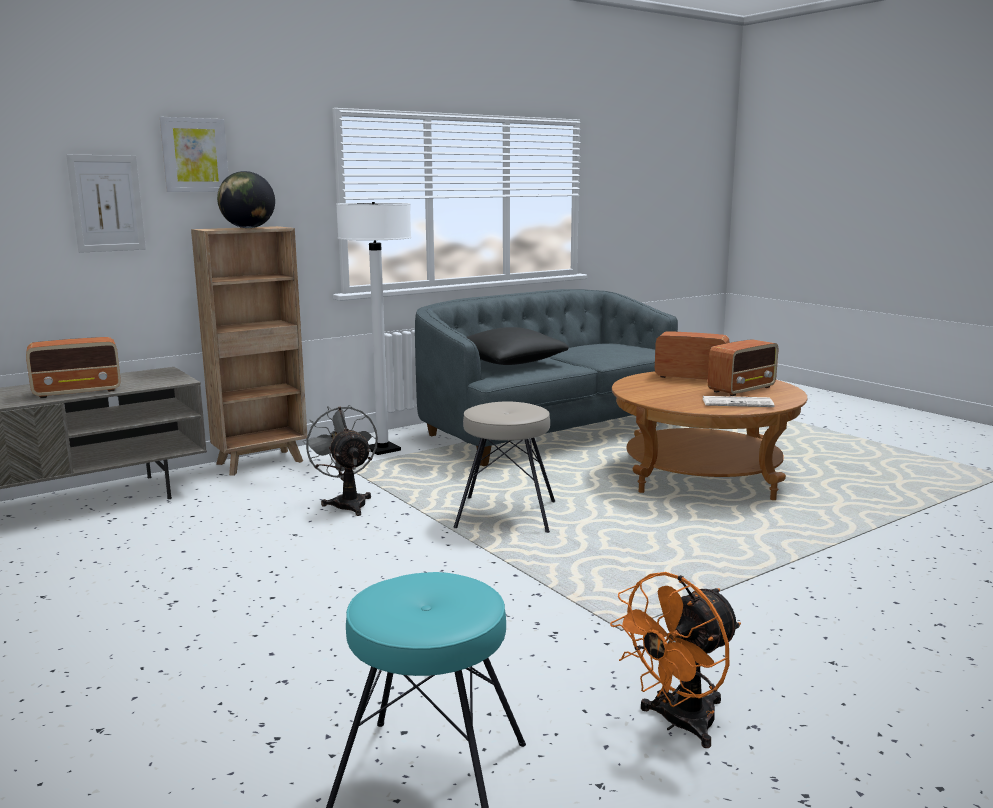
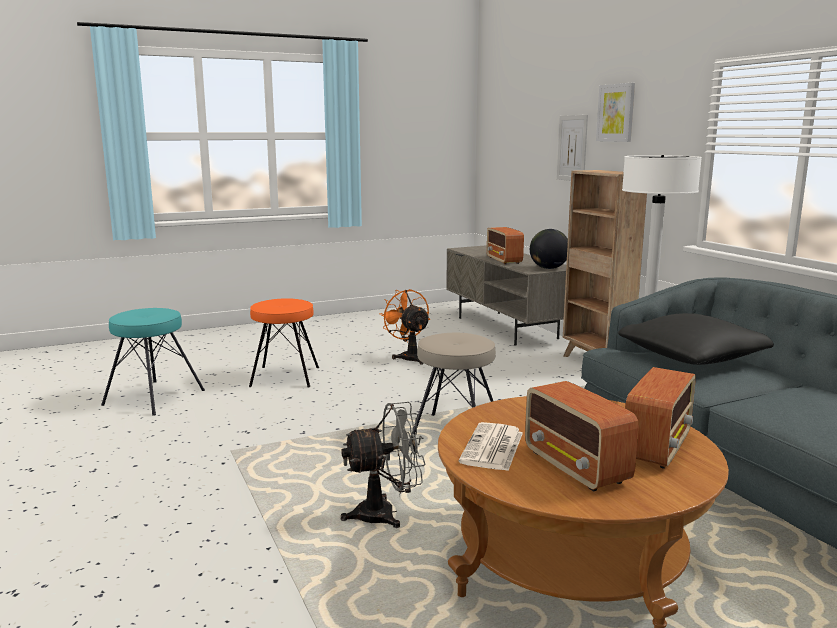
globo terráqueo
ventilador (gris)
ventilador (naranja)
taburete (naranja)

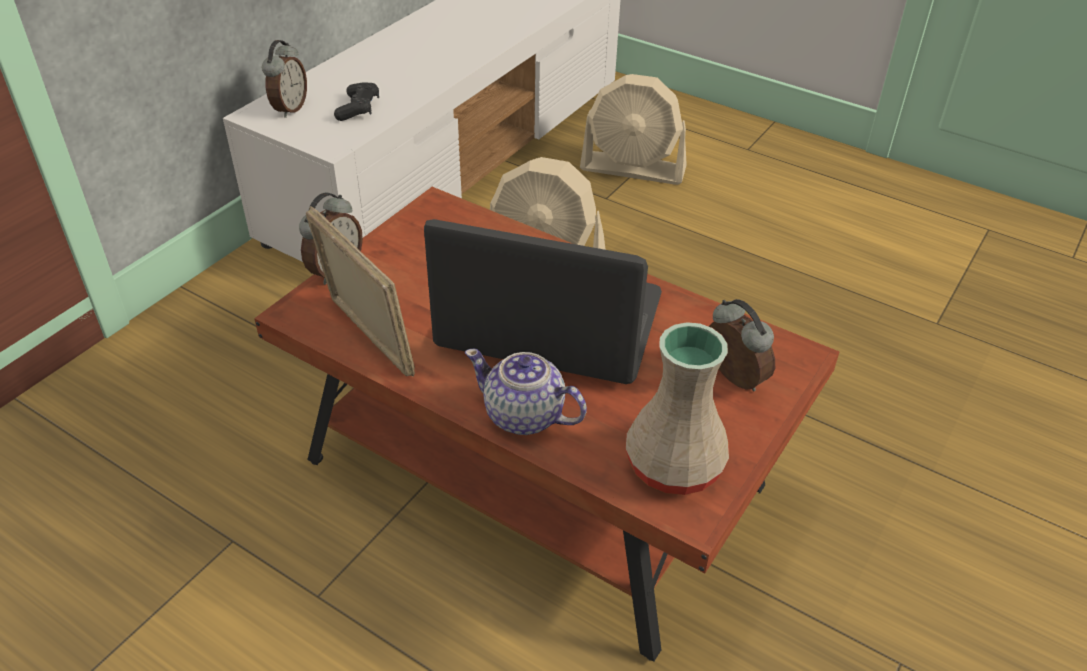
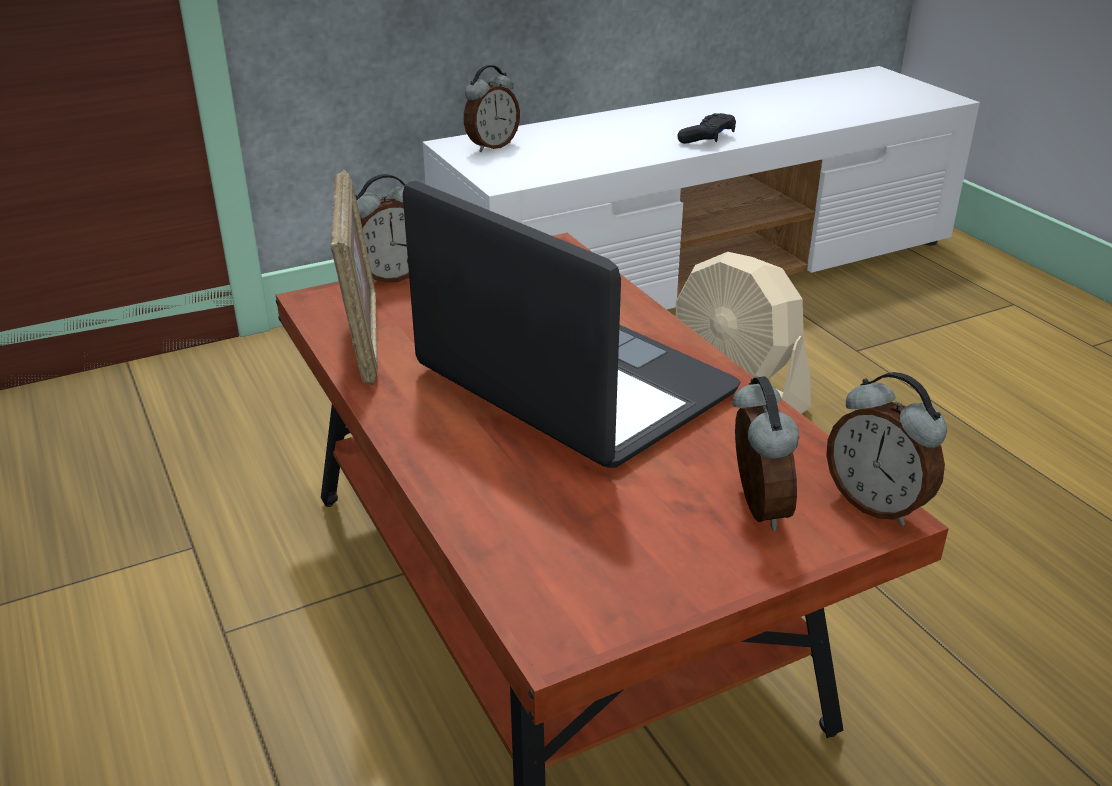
mando de consola (negro)
tetera
ventilador (beis) (no. 2 from left in the first image)
florero (beis)
despertador (no. 4 from left)

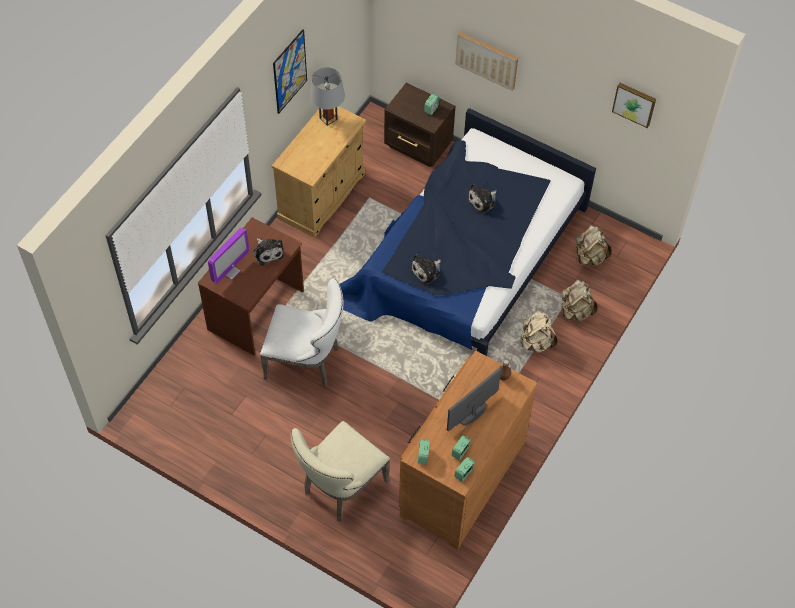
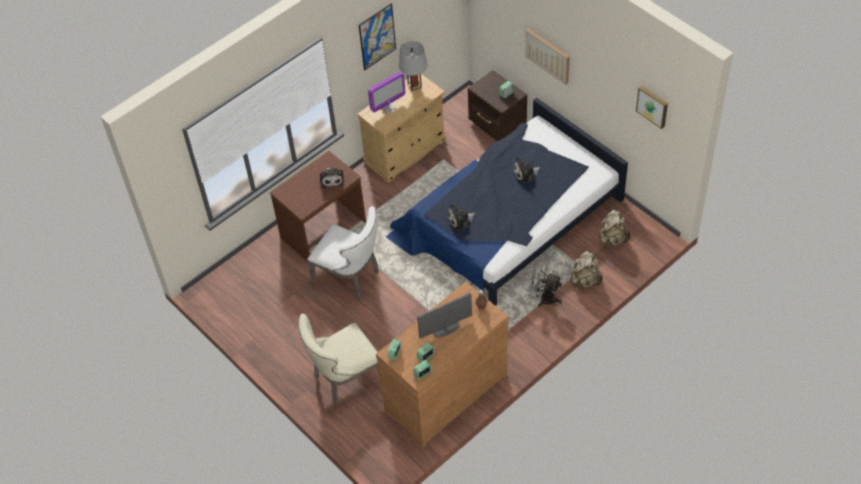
monitor (no. 1 from left)
ventilador (gris)

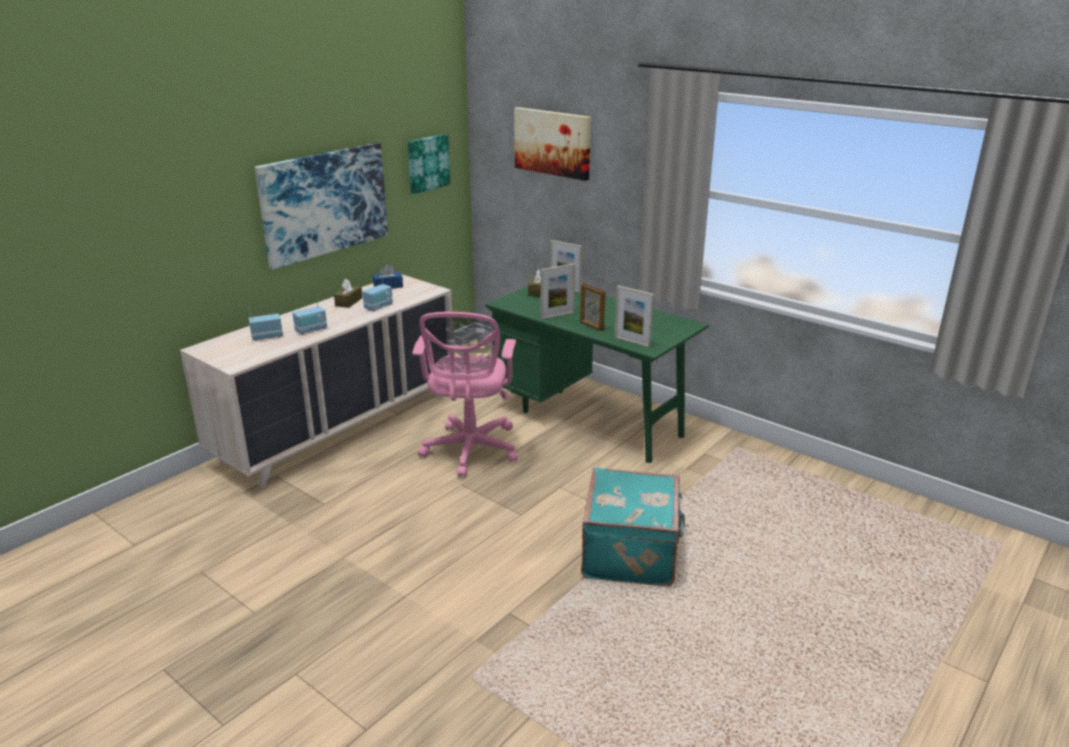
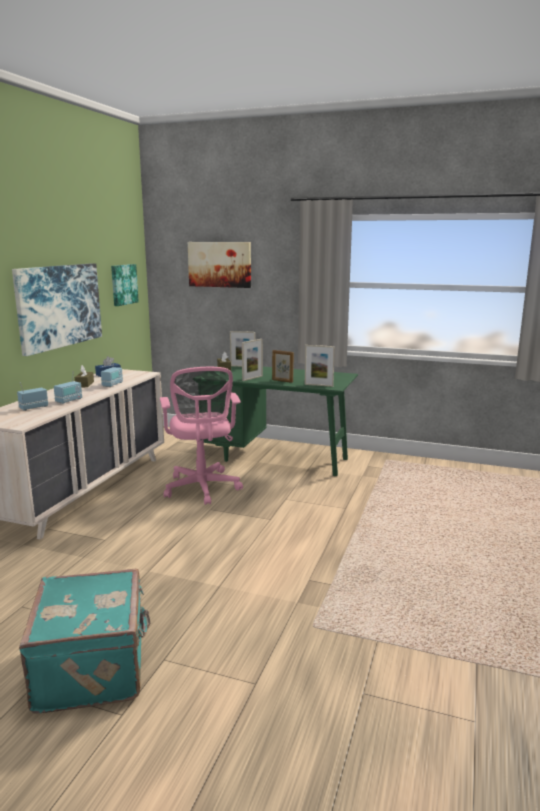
maleta (turquesa)

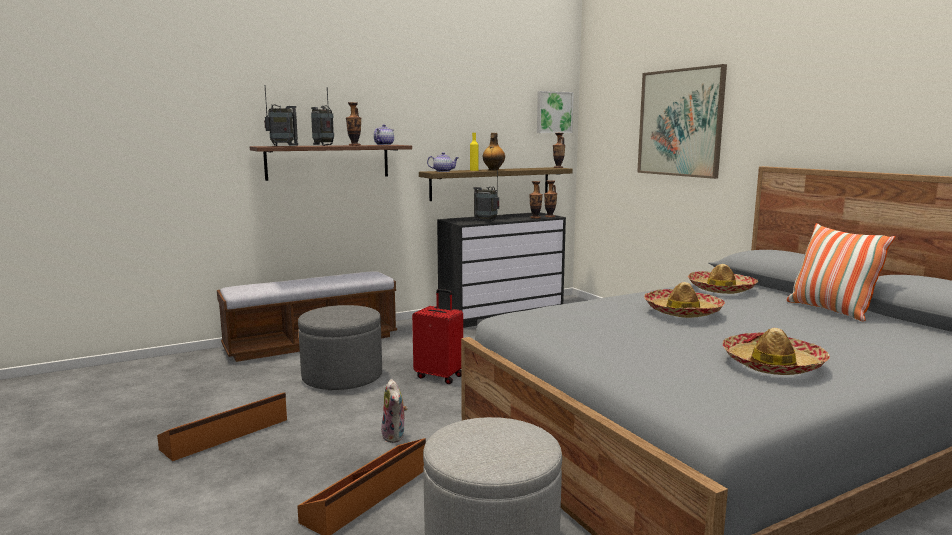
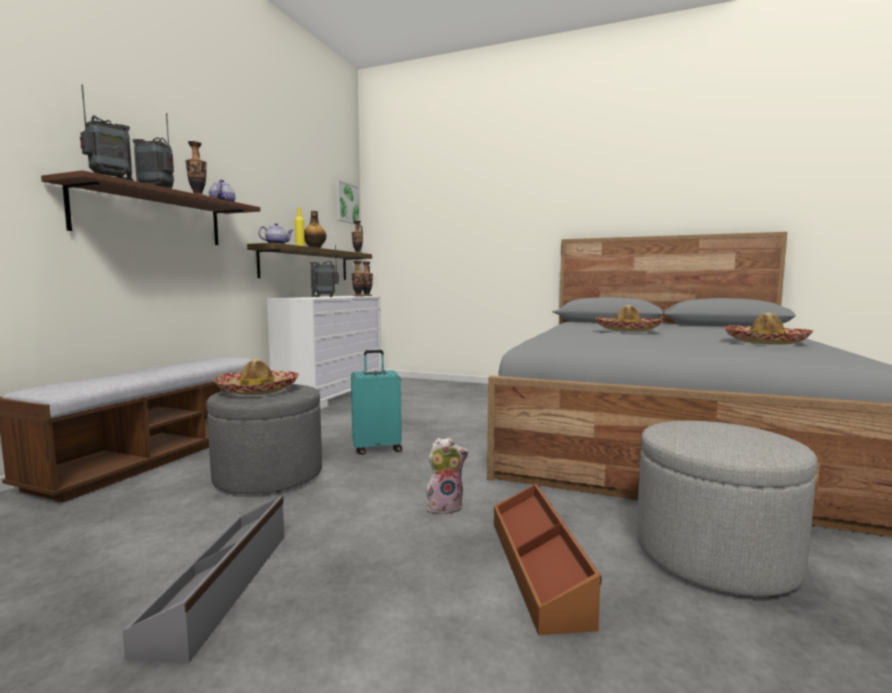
caja de almacenaje (gris)
peluche
maleta (turquesa)
cómoda (blanco)
cuadro (no. 2 from left in the first image)
sombrero (no. 1 from left)
cojín

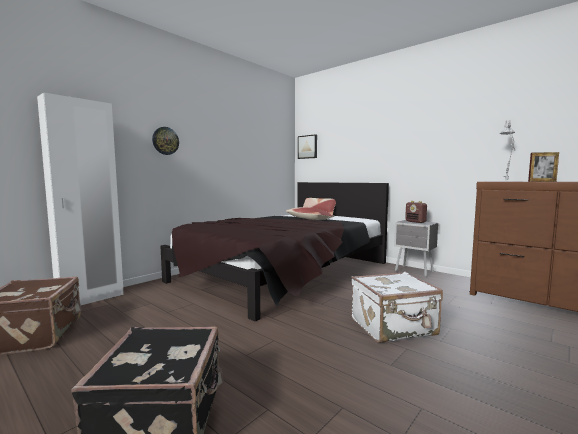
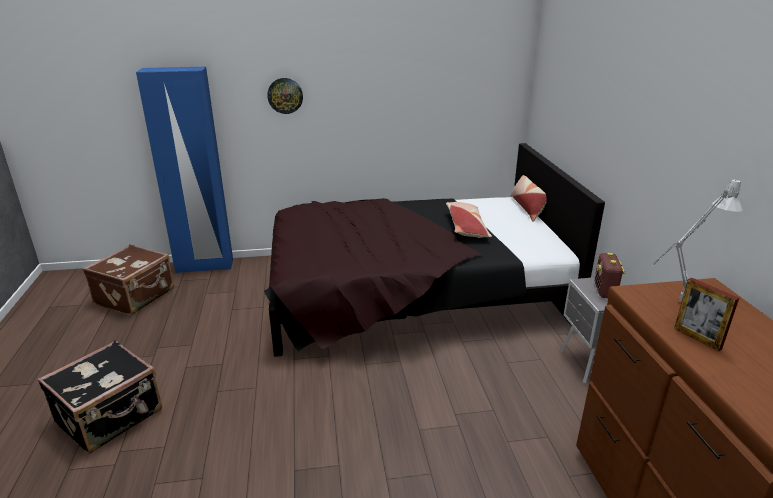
armario ropero (azul)
cuadro
maleta (blanco)

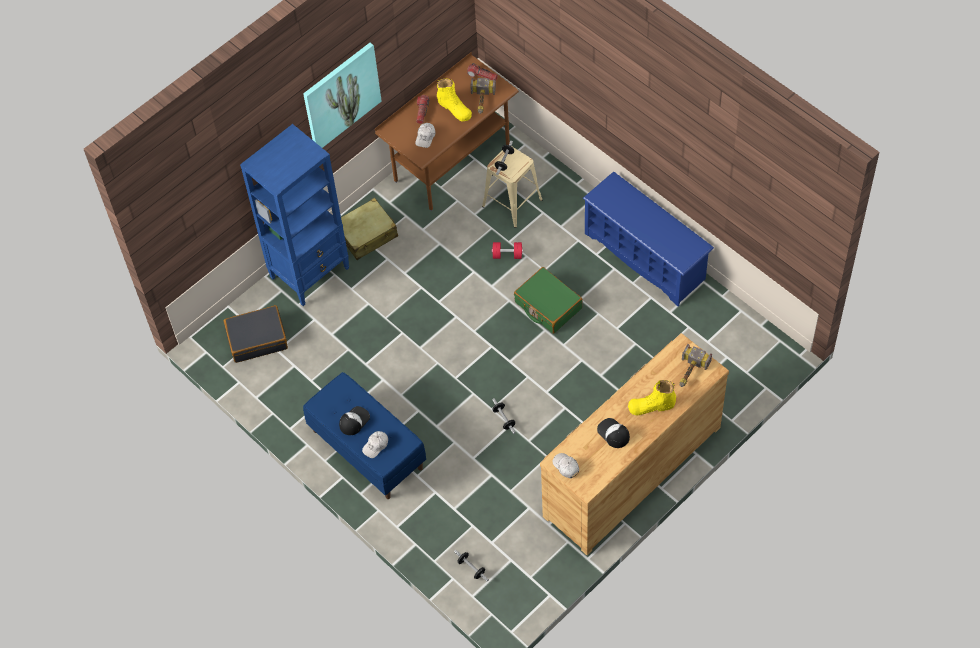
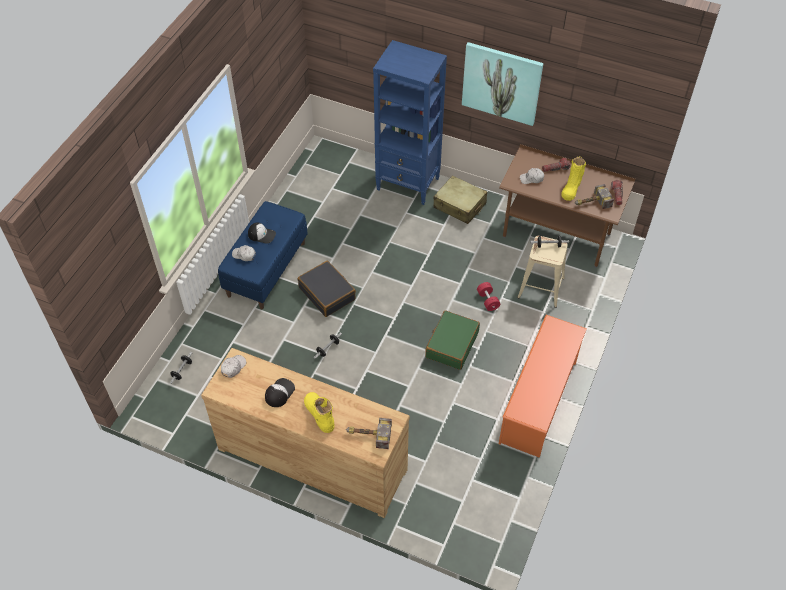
maleta (negro)
zapatero (naranja)

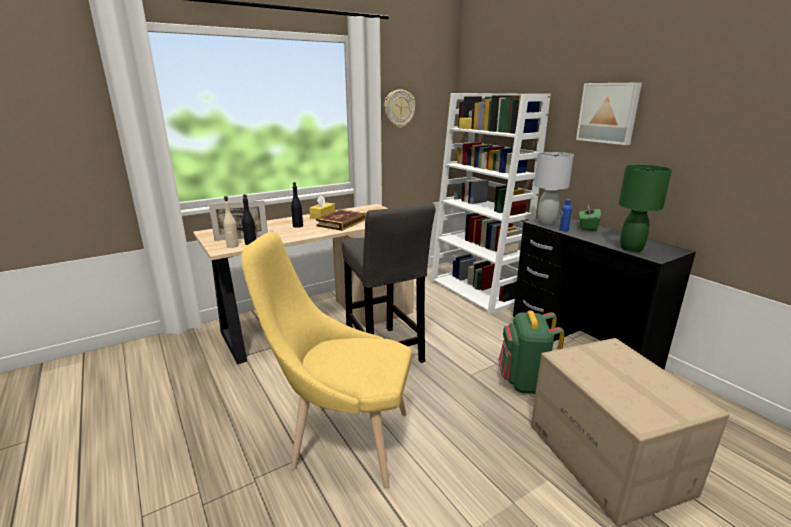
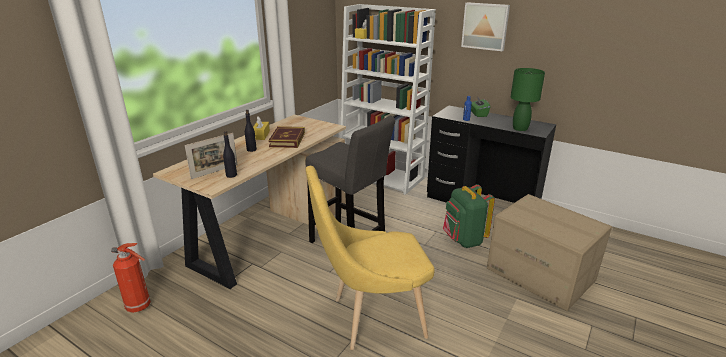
botella (beis)
reloj de pared
lámpara de mesa (gris)
extintor

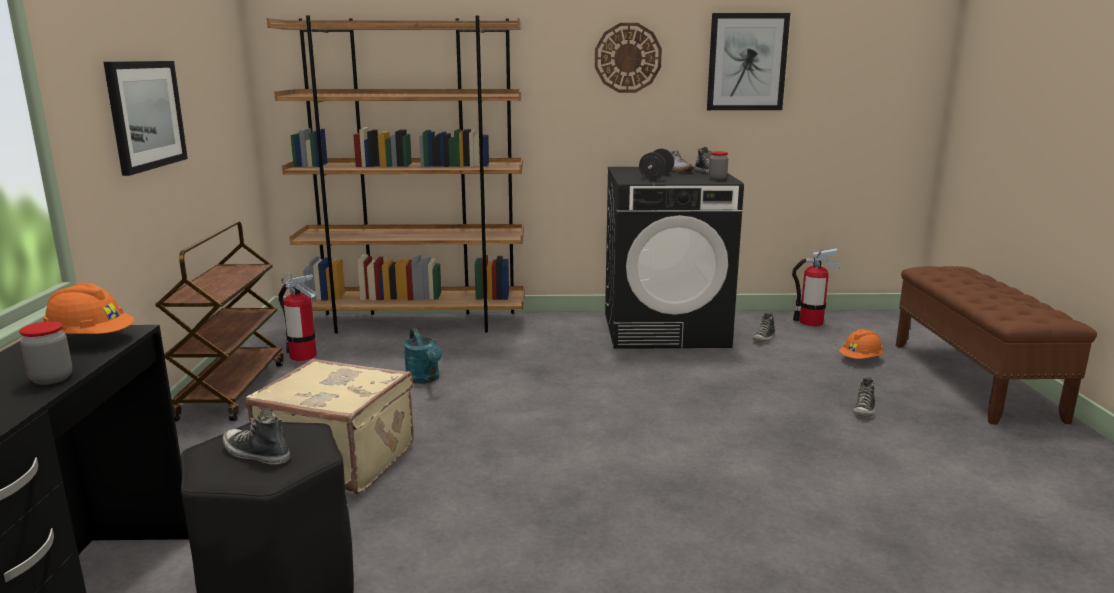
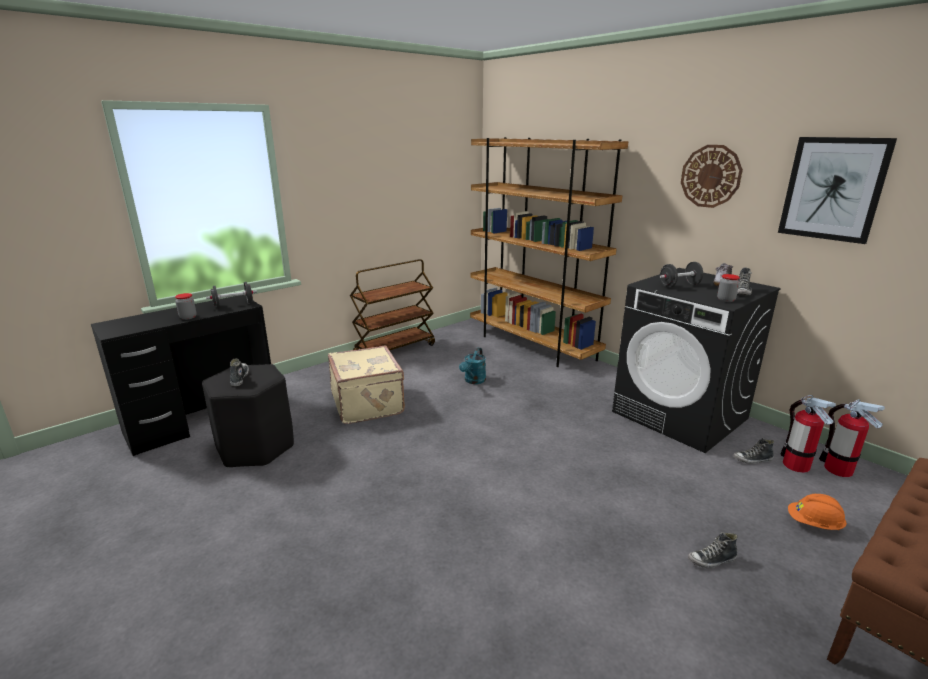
mancuerna (negro) (no. 1 from left)
cuadro (no. 1 from left in the first image)
extintor (no. 1 from left)

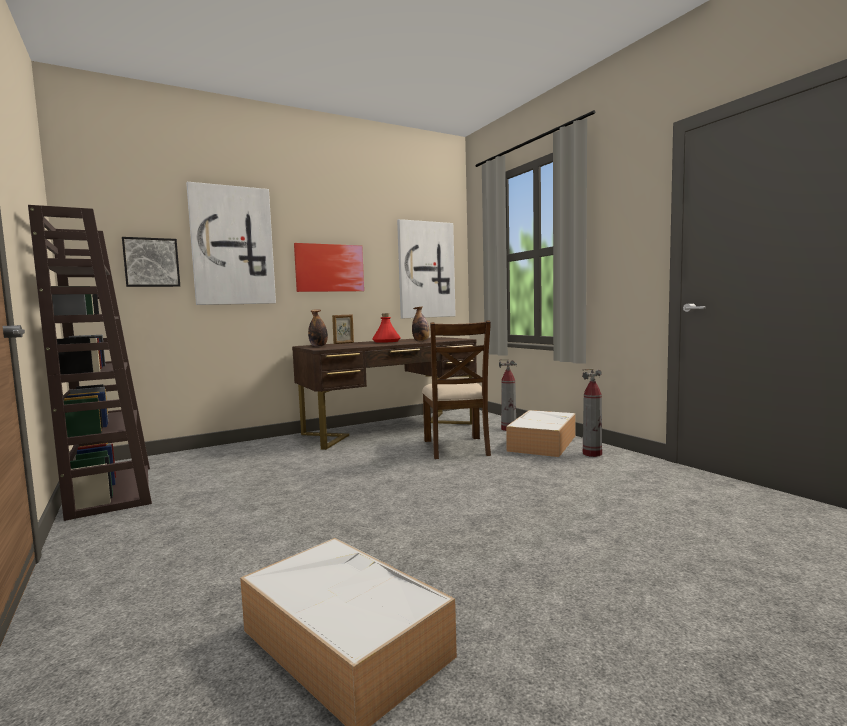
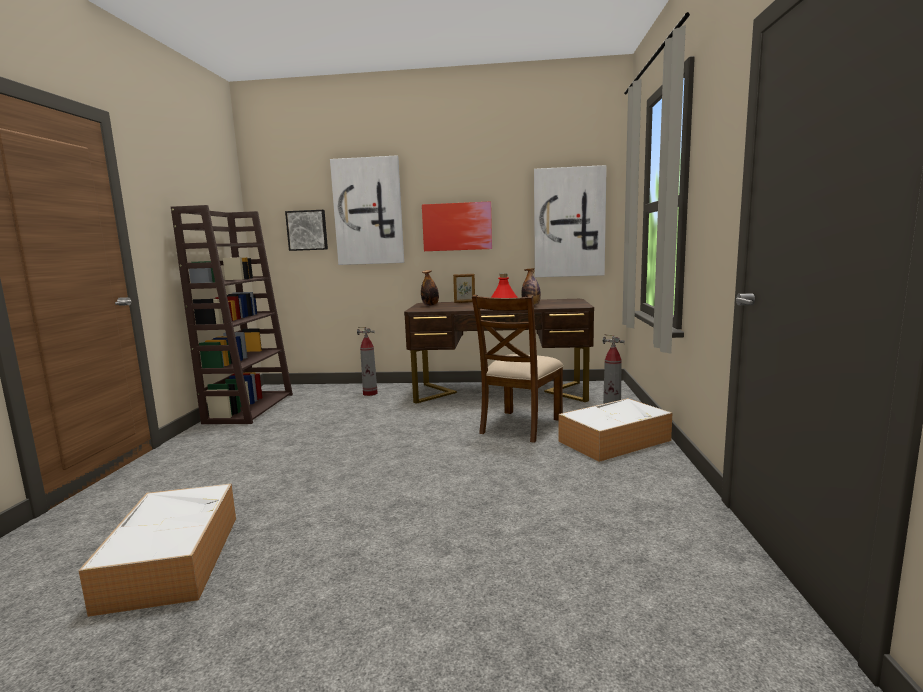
extintor (no. 1 from left)

